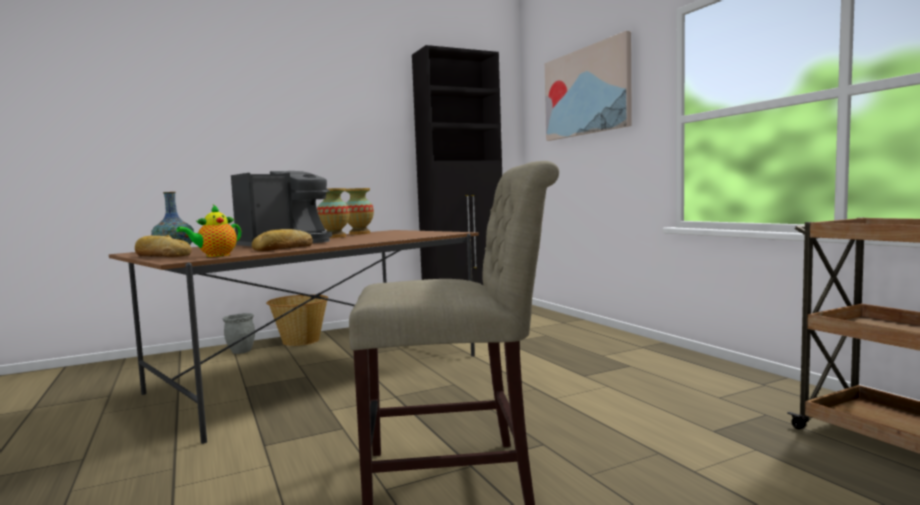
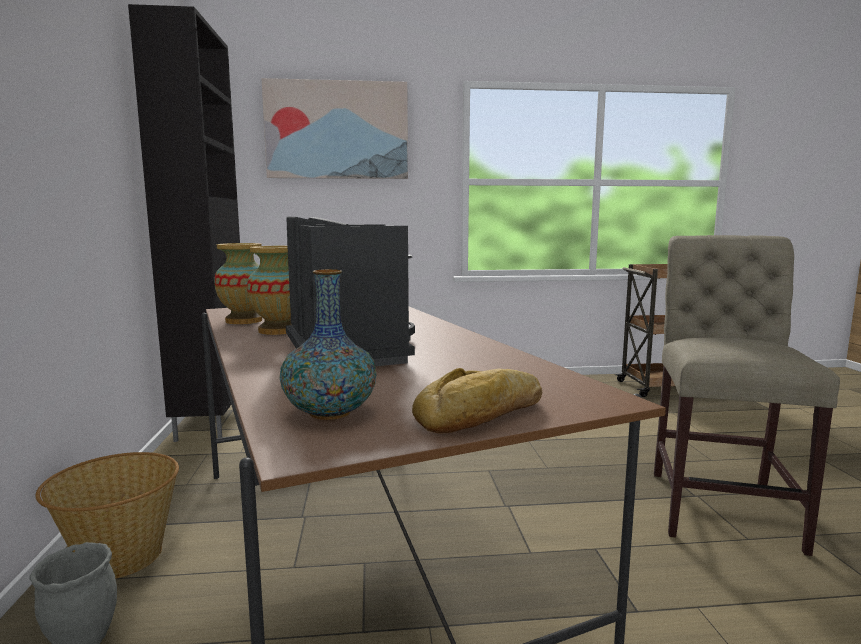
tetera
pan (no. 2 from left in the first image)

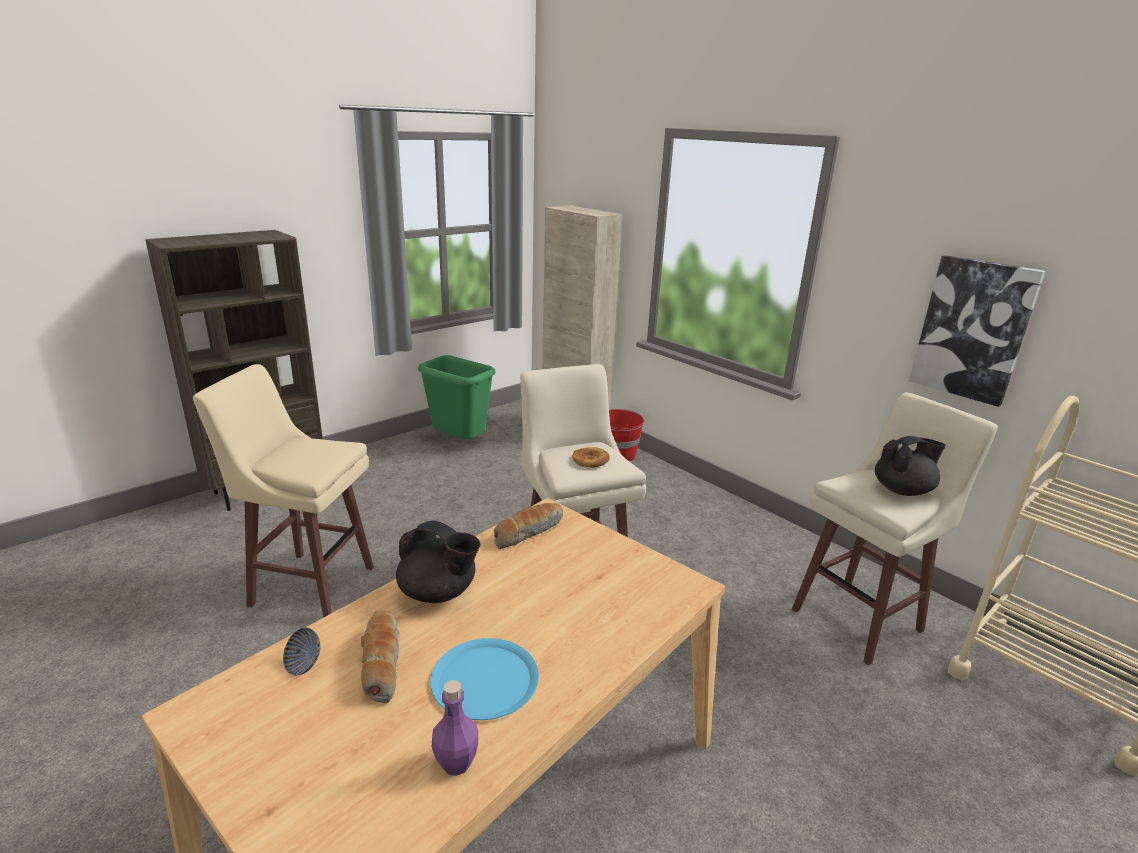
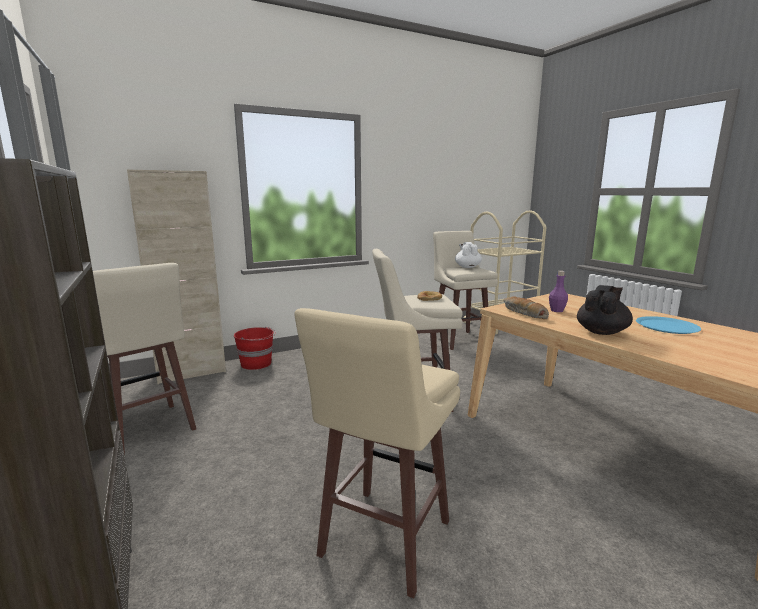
cuenco
pan (no. 1 from left in the first image)
taburete (beis) (no. 1 from left)
botella (morado)
tetera (blanco)
cuadro

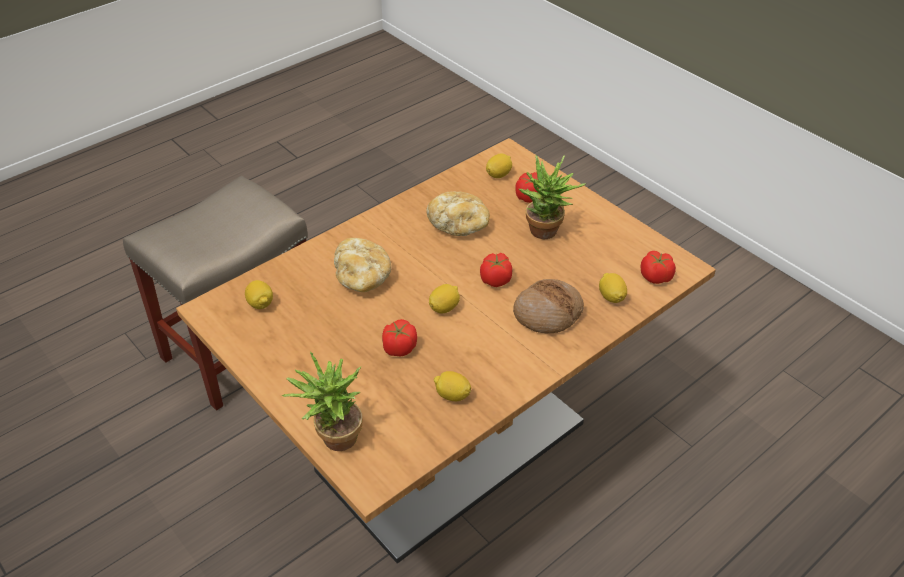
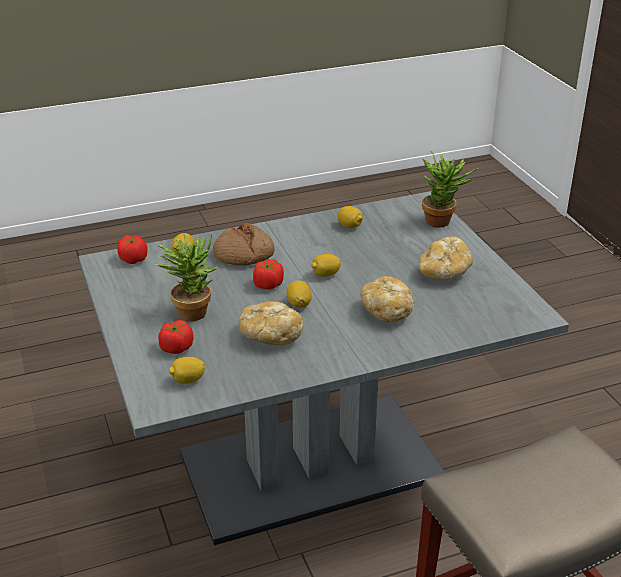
mesa de comedor (gris)
limón (no. 3 from left)
tomate (no. 1 from left in the first image)
pan (no. 4 from left)

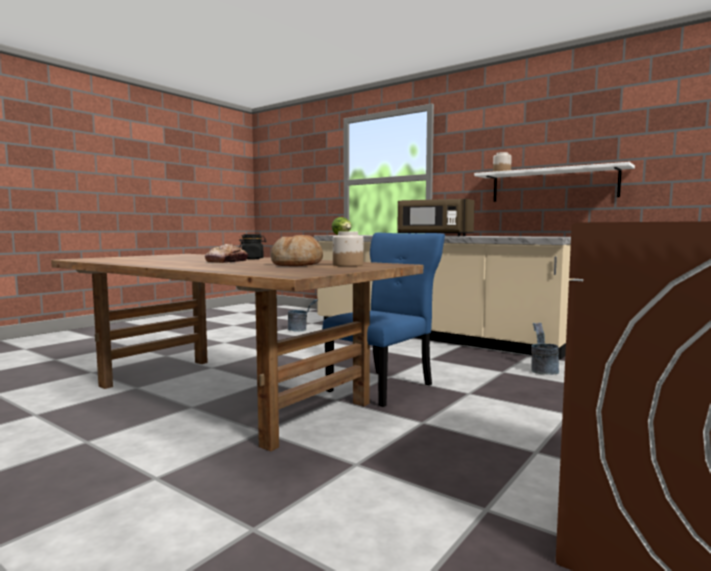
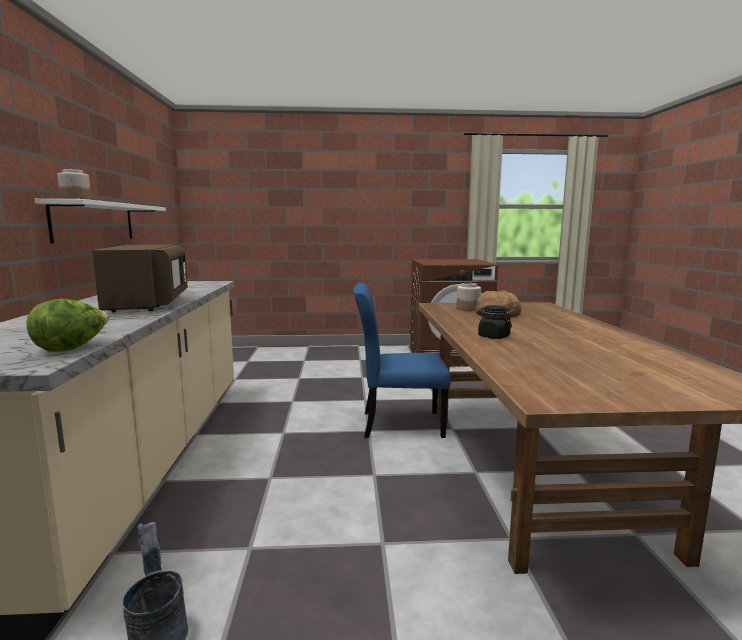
pan (no. 1 from left in the first image)
cubo (gris) (no. 2 from left in the first image)

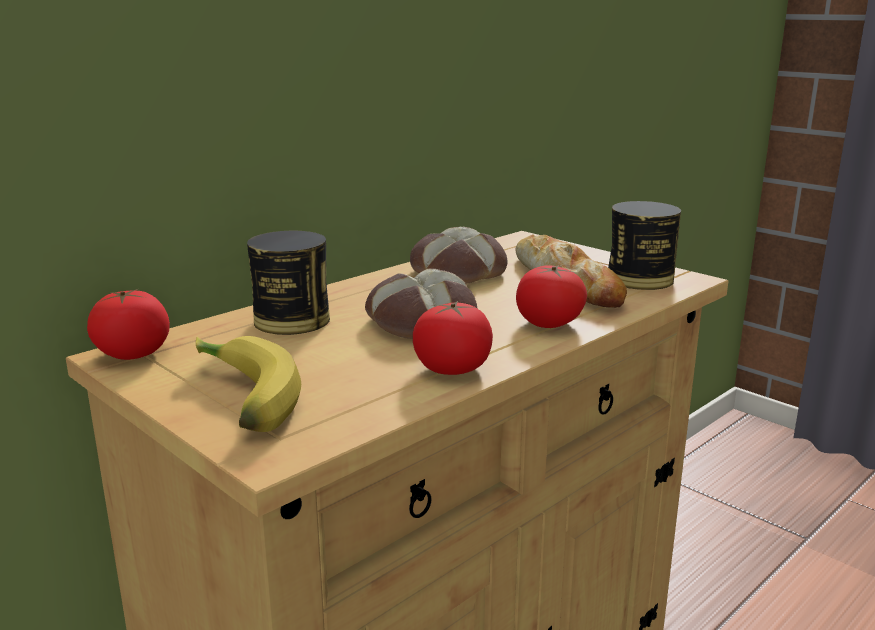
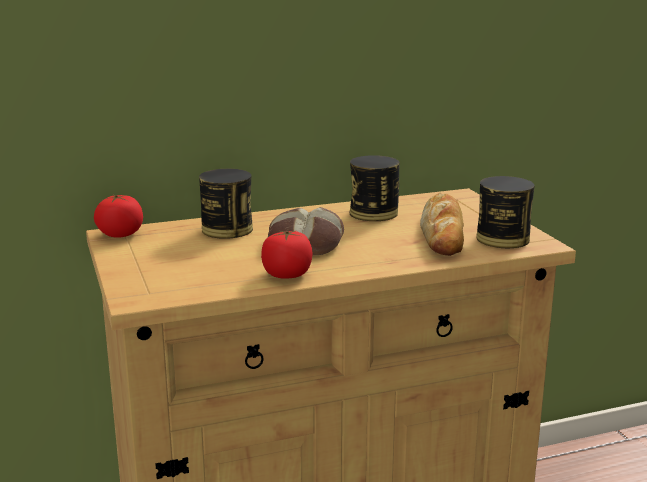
plátano
lata (no. 2 from left)
tomate (no. 3 from left in the first image)

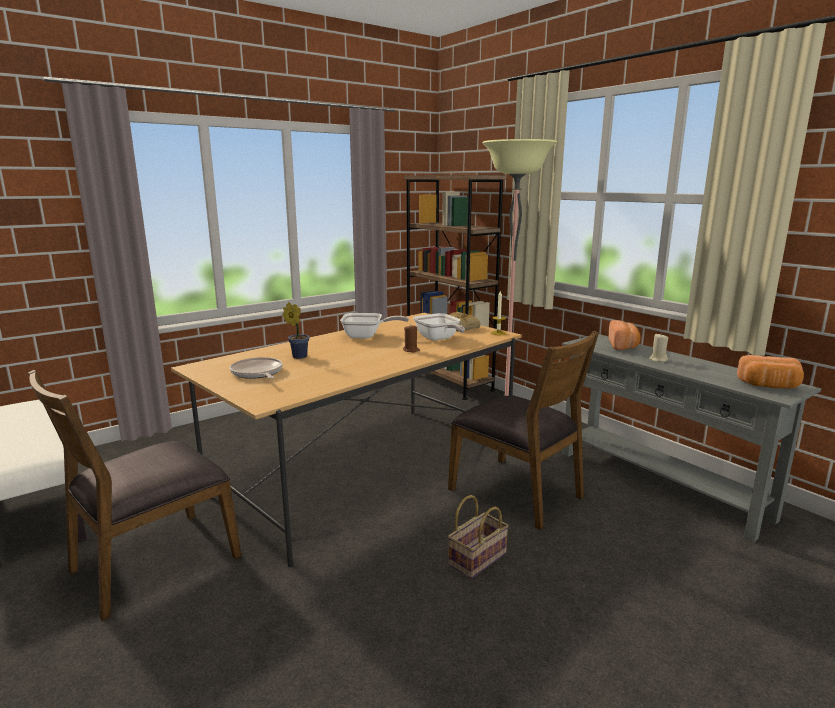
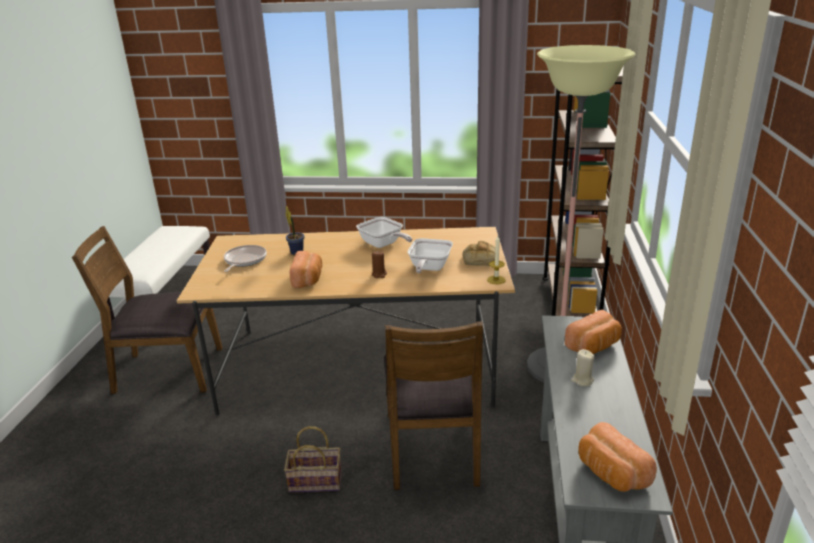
pan (no. 1 from left)

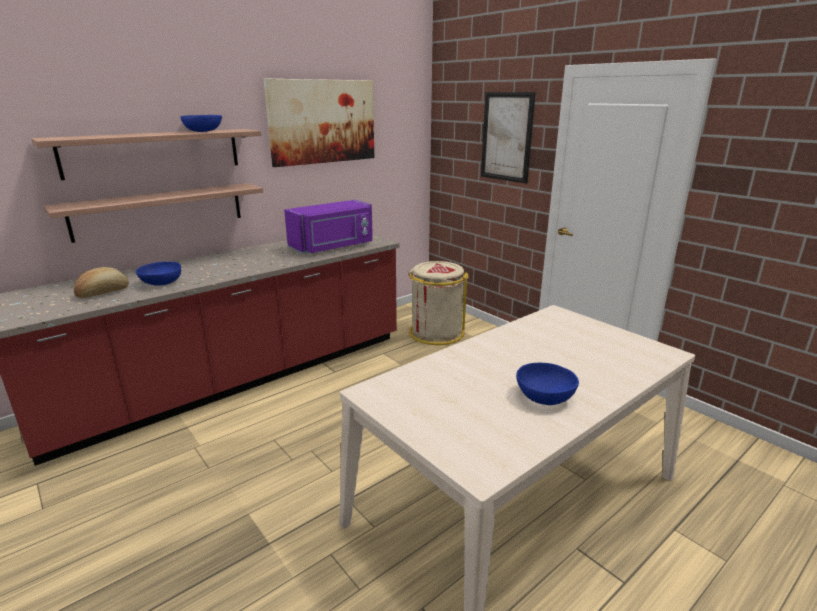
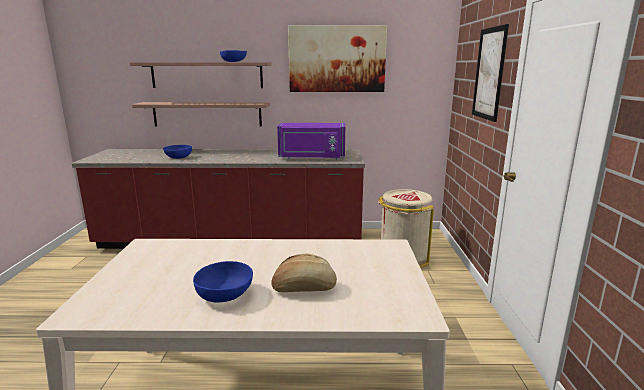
pan

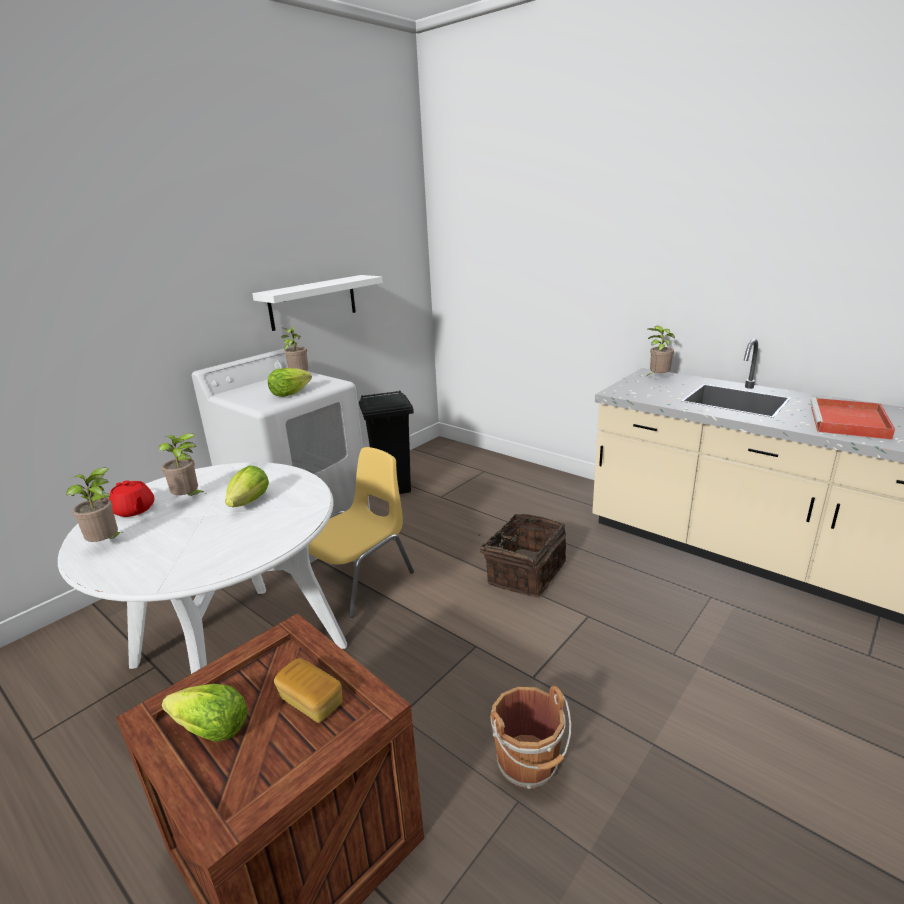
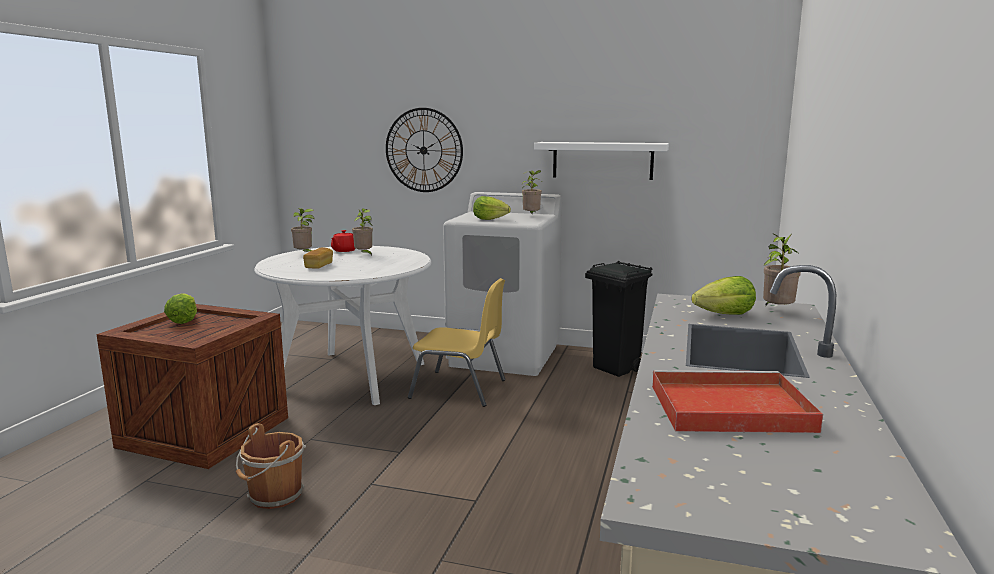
lechuga (no. 3 from left)
pan
cesta
reloj de pared

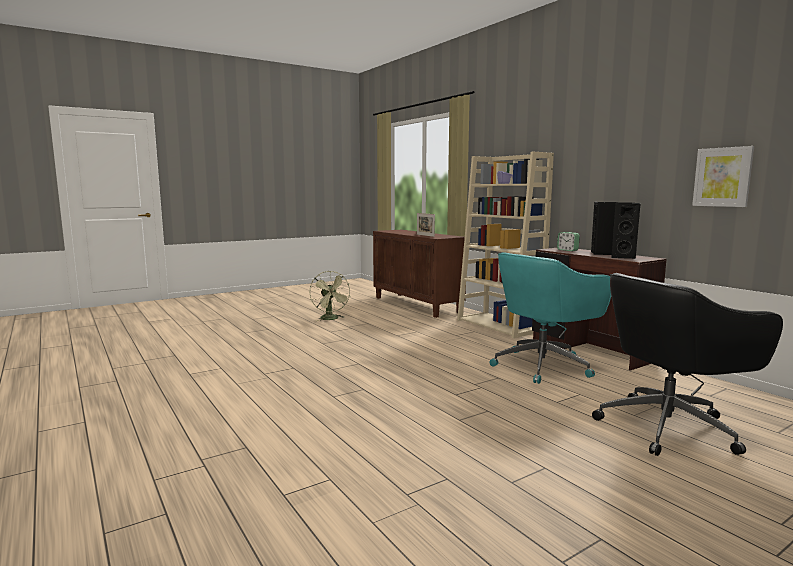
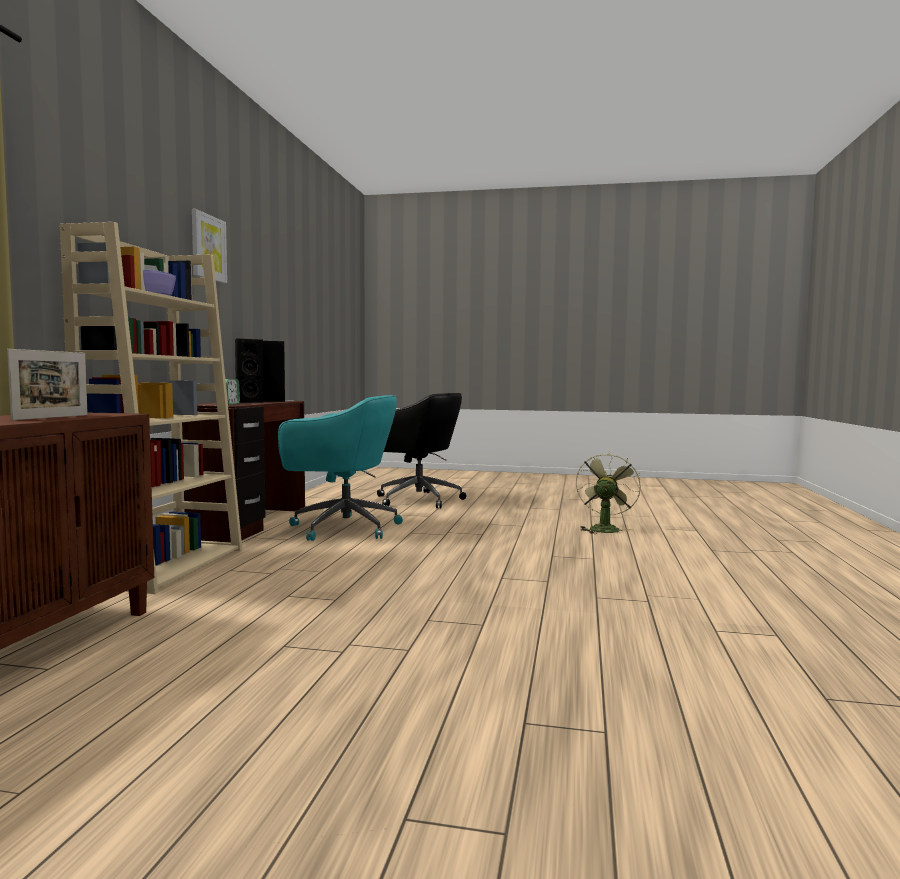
ventilador (verde)
cuadro

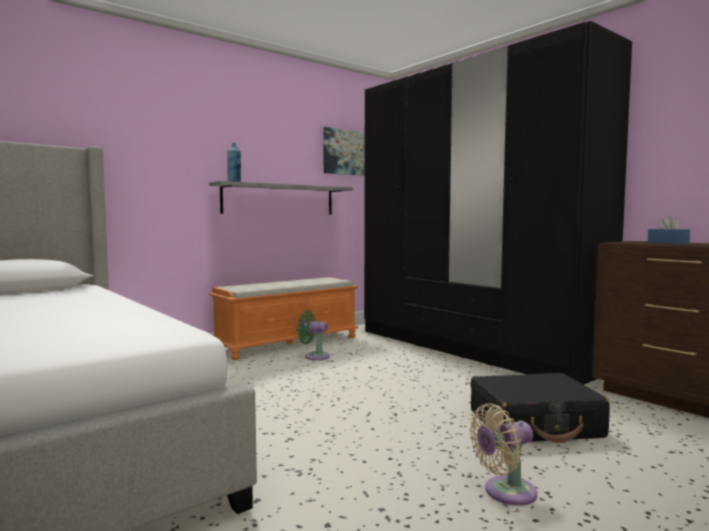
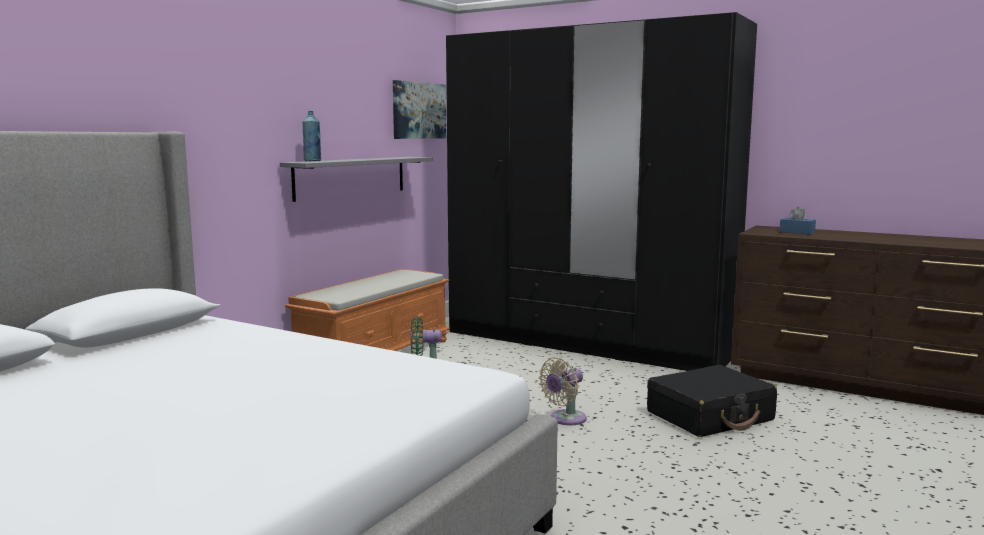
ventilador (beis)

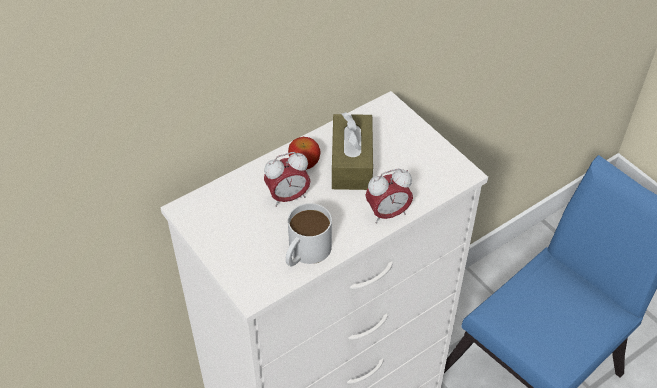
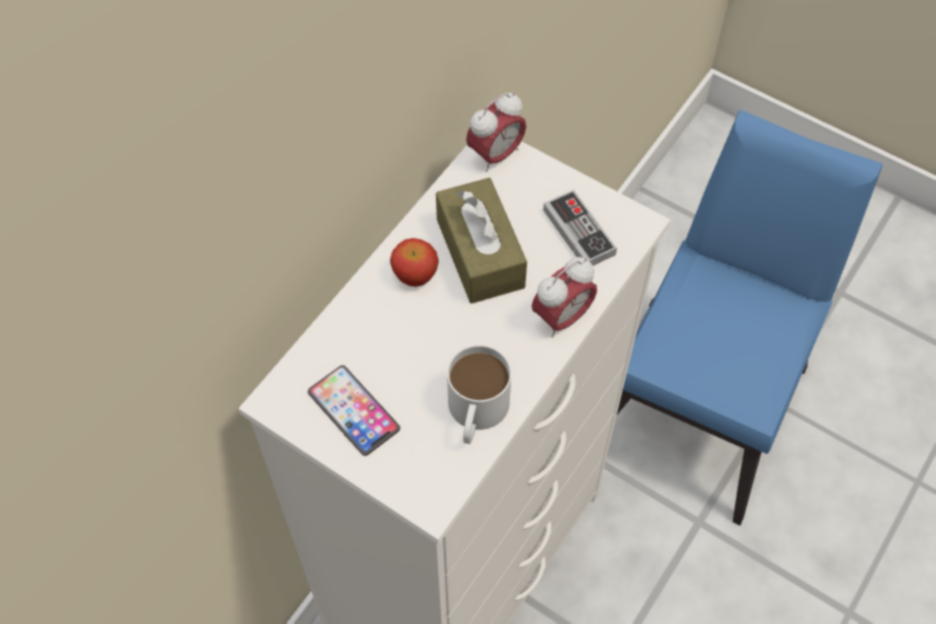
despertador (no. 1 from left)
móvil
mando de consola

